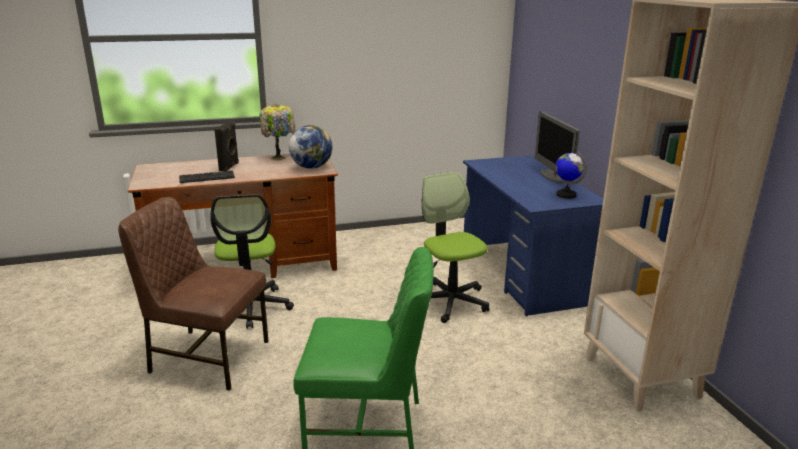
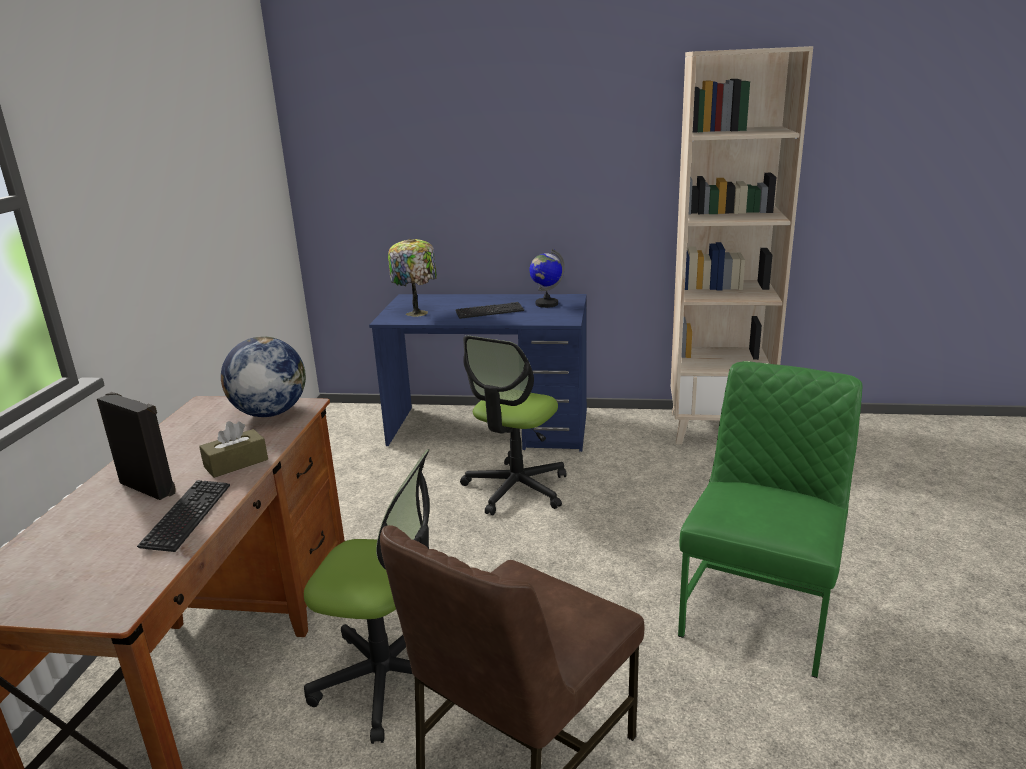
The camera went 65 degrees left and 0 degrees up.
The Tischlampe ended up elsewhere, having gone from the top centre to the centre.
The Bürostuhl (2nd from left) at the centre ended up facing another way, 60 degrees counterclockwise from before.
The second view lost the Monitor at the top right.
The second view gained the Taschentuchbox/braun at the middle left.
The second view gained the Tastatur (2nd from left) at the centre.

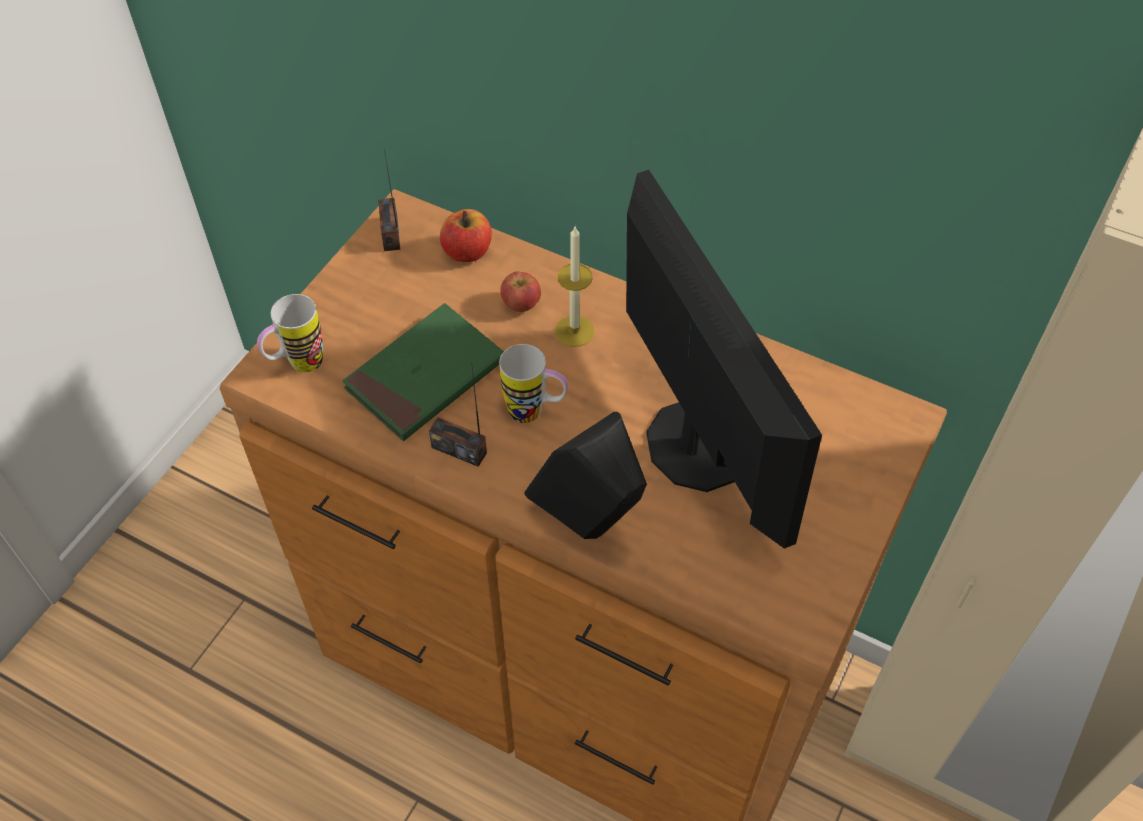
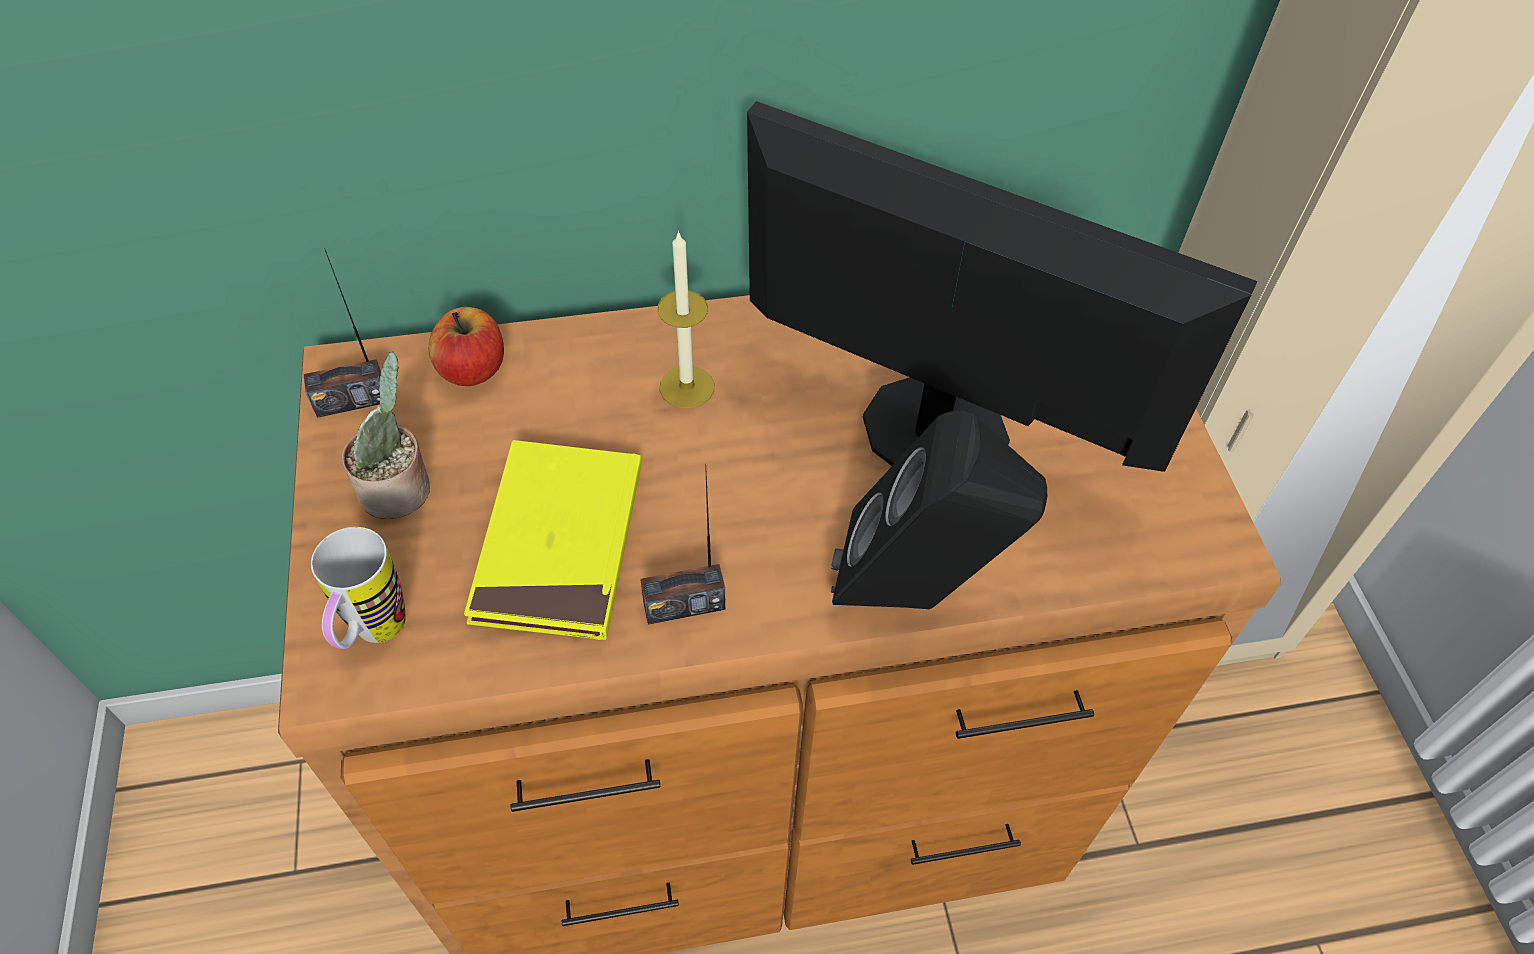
The camera went 40 degrees left and 0 degrees up.
What was the Buch/grün at the centre turned into the Buch/gelb at the centre.
The Radio (1st from left) at the top centre ended up facing another way, 60 degrees counterclockwise from before.
The second view lost the Henkelbecher (2nd from left) at the centre.
The second view lost the Apfel (2nd from left) at the centre.
The second view gained the Topfpflanze at the middle left.

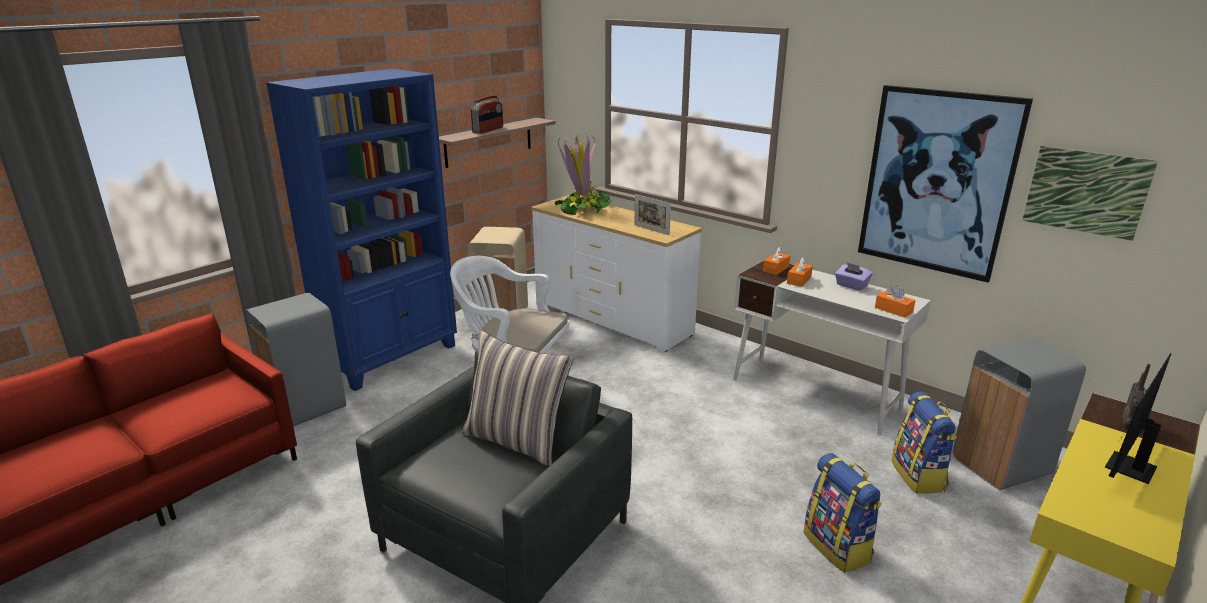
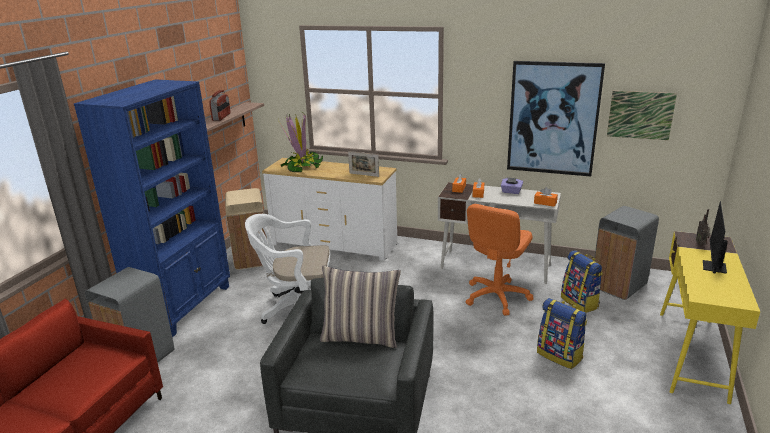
The camera went 20 degrees left and 0 degrees up.
The second view gained the Bürostuhl/orange at the centre.

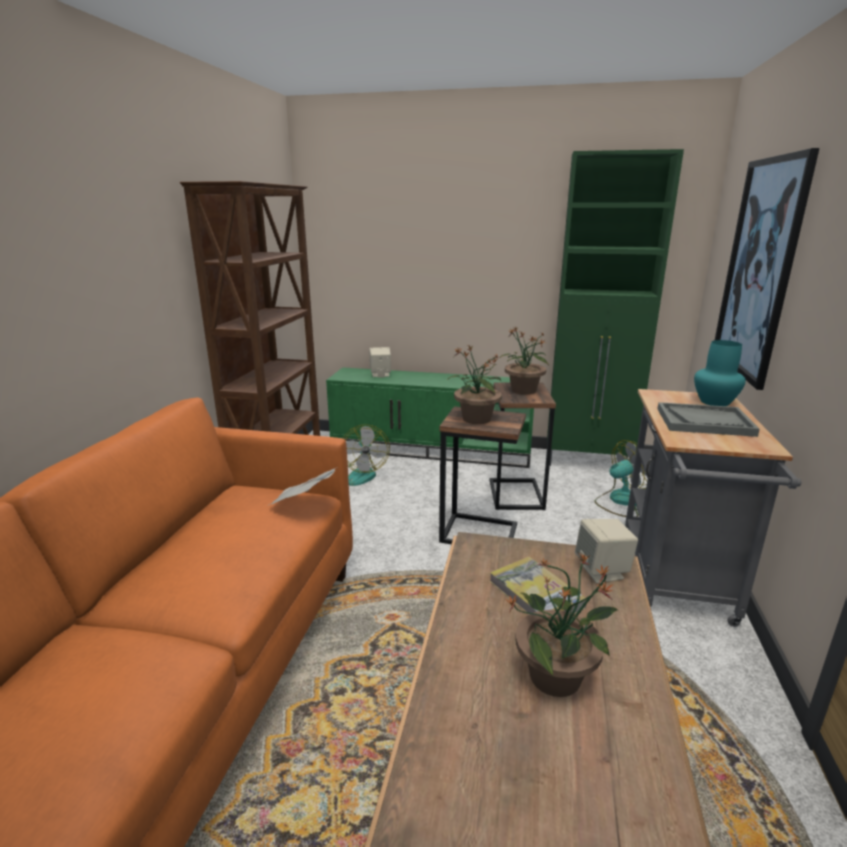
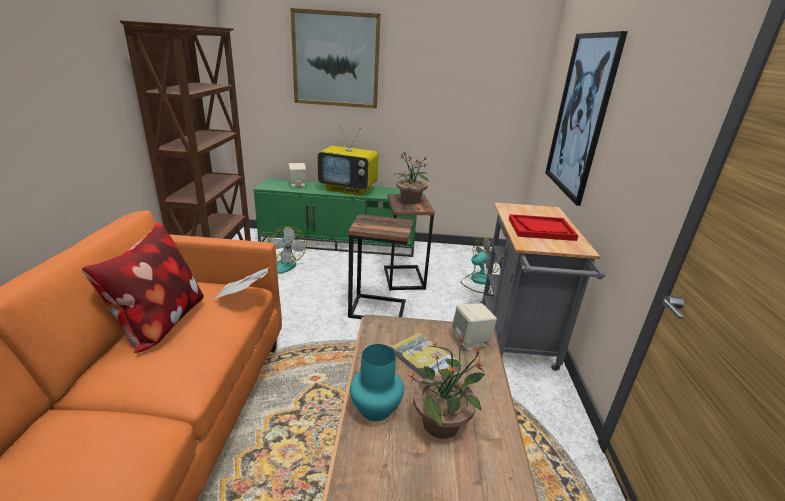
The camera went 10 degrees left and 5 degrees up.
The second view lost the Topfpflanze (1st from left) at the centre.
The second view lost the Schrank/grün at the middle right.
What was the Tablett/grau at the middle right turned into the Tablett/rot at the middle right.
The Vase/türkis ended up elsewhere, having gone from the middle right to the bottom centre.
The second view gained the Kissen at the middle left.
The second view gained the Bild (1st from left) at the top centre.
The second view gained the Fernseher at the top centre.

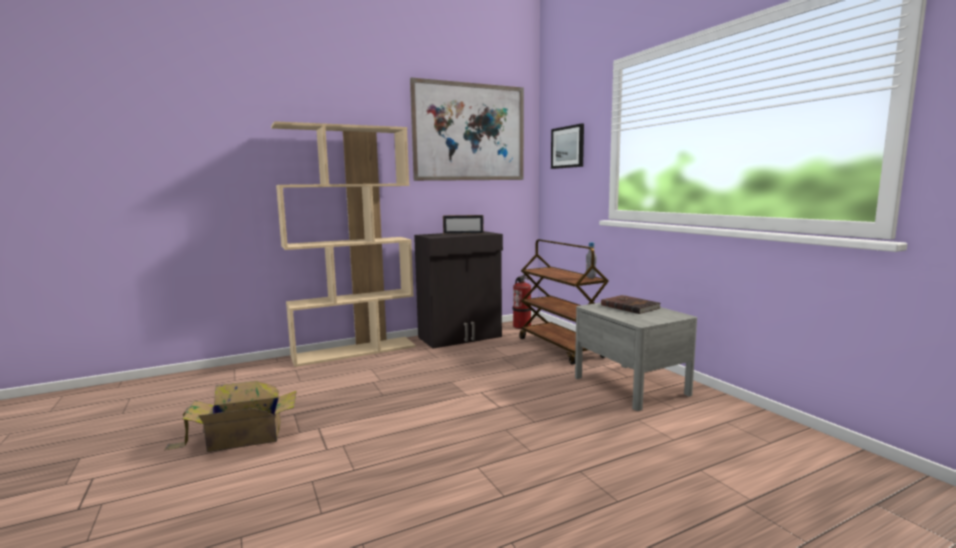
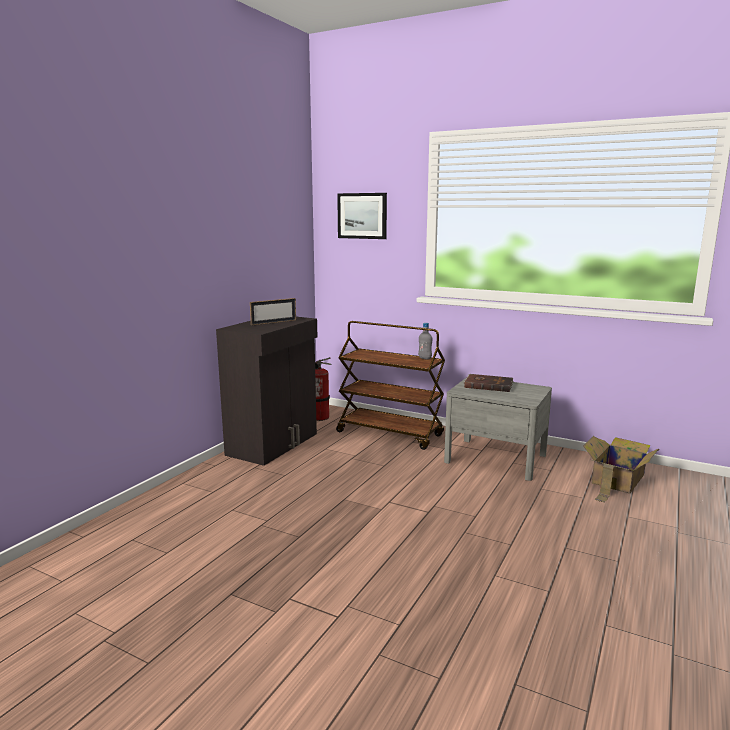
The camera went 35 degrees left and 5 degrees up.
The Karton ended up elsewhere, having gone from the bottom left to the middle right.
The second view lost the Bücherregal/beige at the centre.
The second view lost the Bild (1st from left) at the top centre.

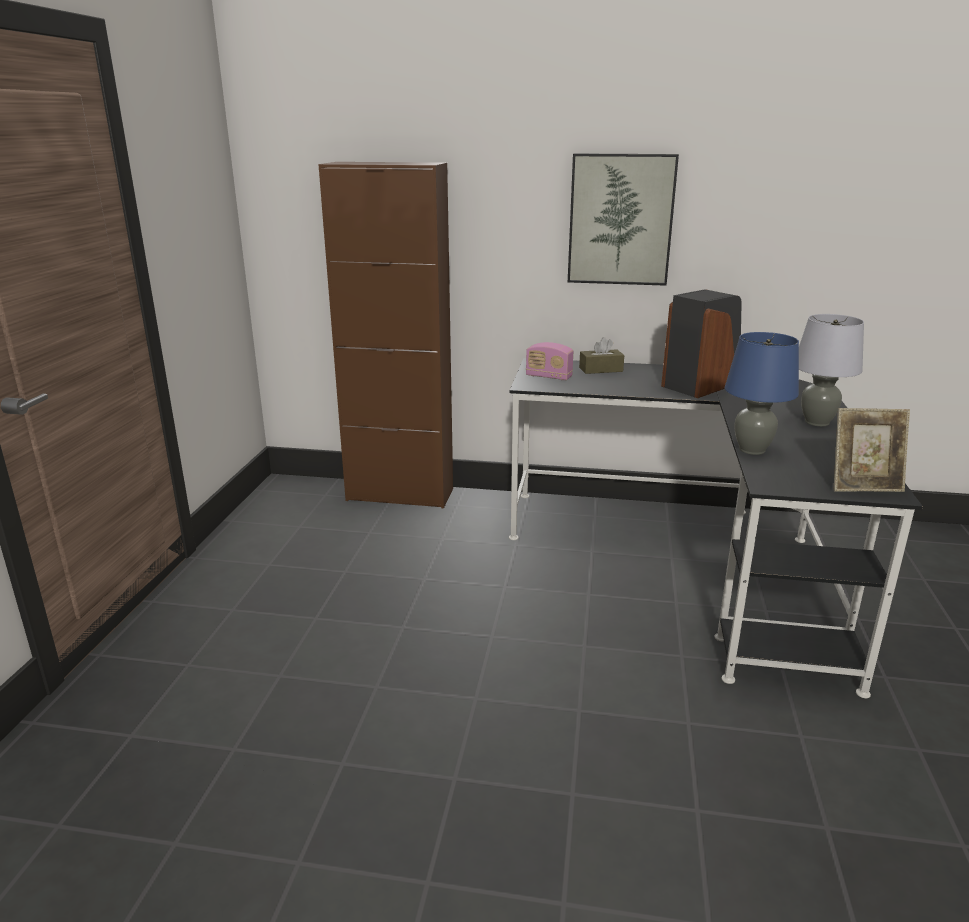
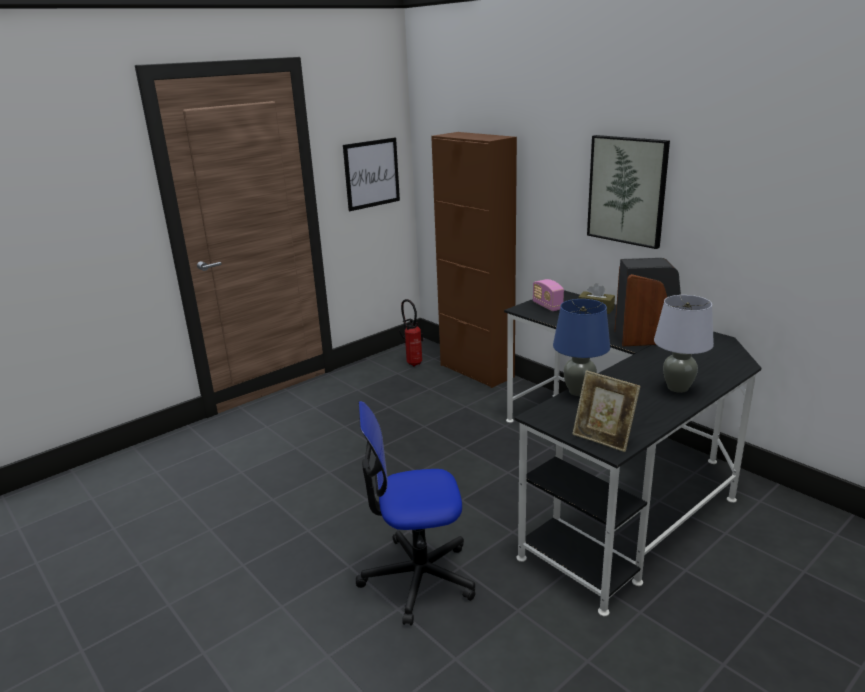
The camera went 40 degrees right and 0 degrees up.
The second view gained the Bild (1st from left) at the top centre.
The second view gained the Bürostuhl at the bottom centre.
The second view gained the Feuerlöscher at the centre.

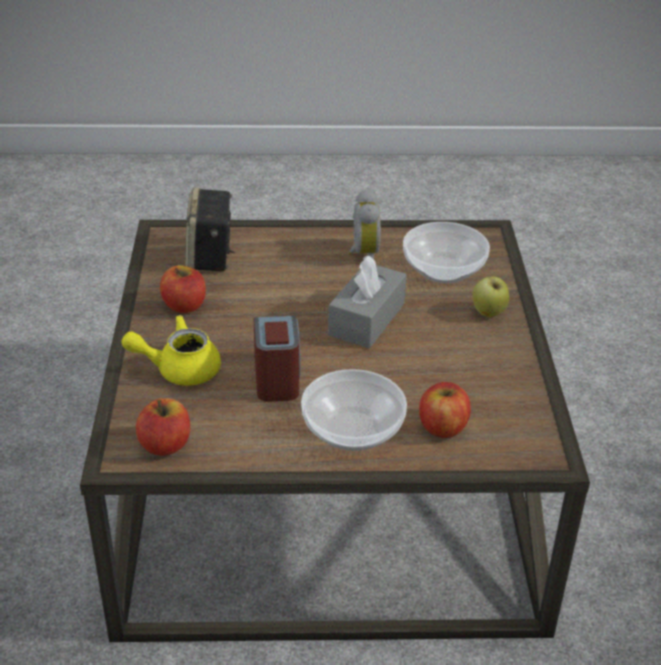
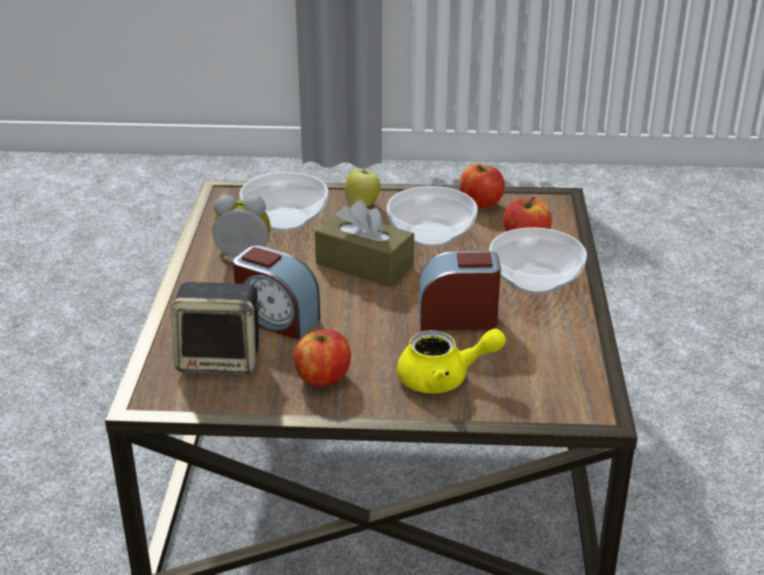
The camera went 85 degrees left and 5 degrees down.
The Teekanne/gelb at the middle left ended up facing another way, 90 degrees counterclockwise from before.
The Apfel (1st from left in the first image) ended up elsewhere, having gone from the middle left to the top centre.
What was the Taschentuchbox/grau at the centre turned into the Taschentuchbox/braun at the centre.
The second view gained the Wecker (2nd from left) at the centre.
The second view gained the Schüssel (2nd from left) at the centre.

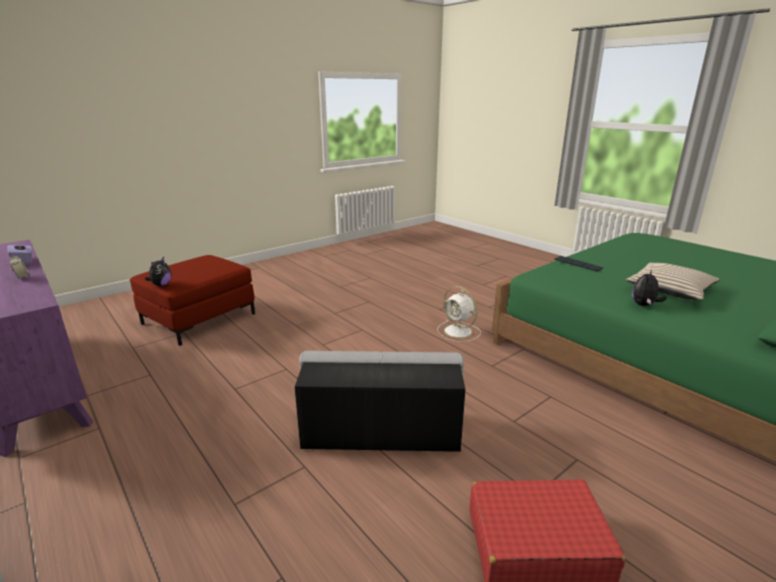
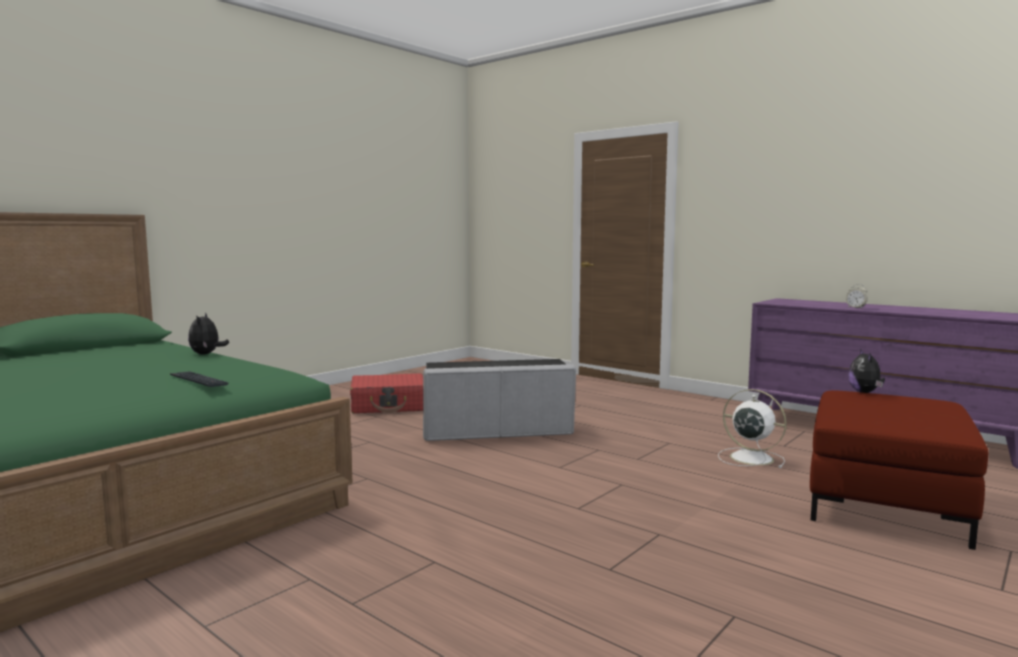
The camera went 170 degrees right and 15 degrees down.
The second view lost the Taschentuchbox/lila at the middle left.
The Ventilator/weiß ended up elsewhere, having gone from the centre to the middle right.
The second view lost the Kissen/beige at the middle right.
The Plüschtier (2nd from left in the first image) at the middle right ended up facing another way, 150 degrees clockwise from before.

